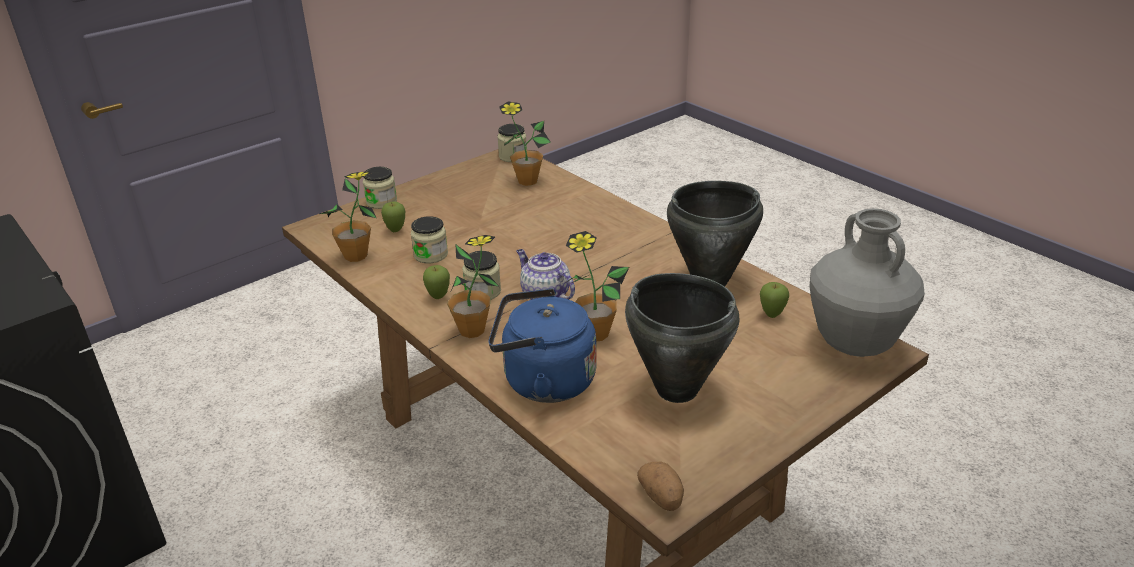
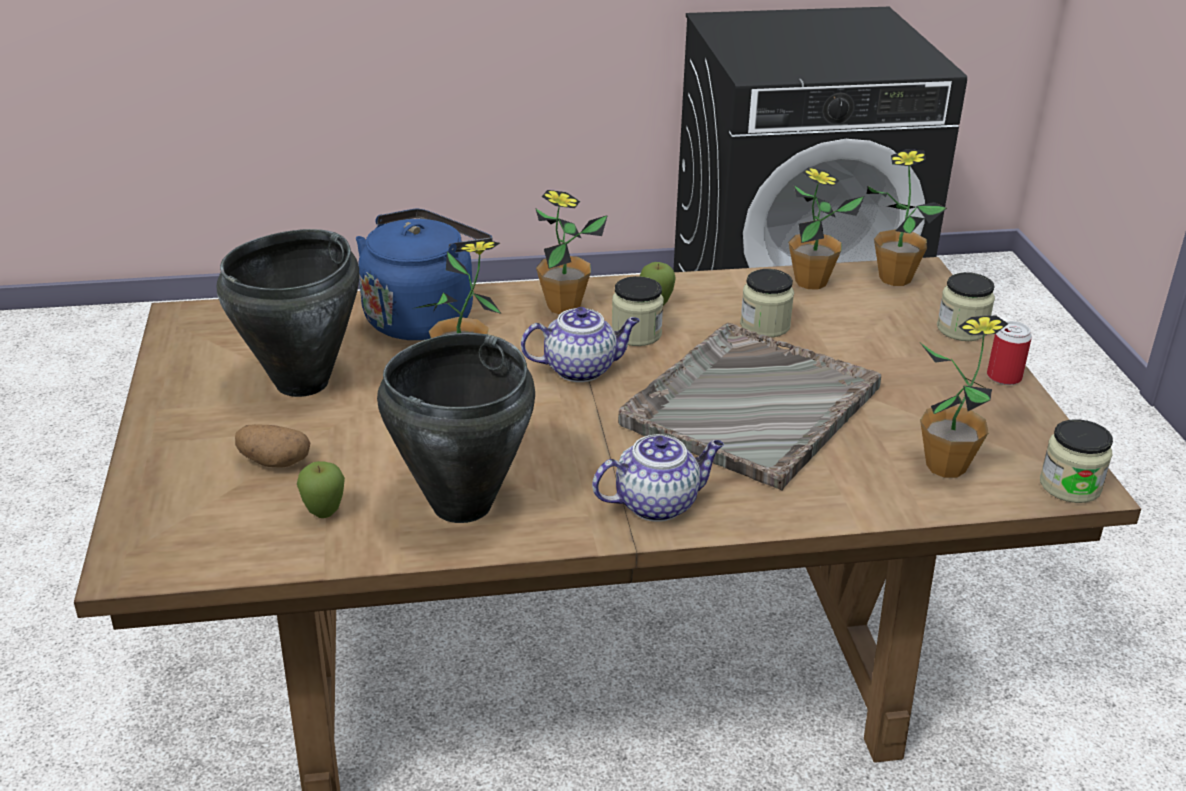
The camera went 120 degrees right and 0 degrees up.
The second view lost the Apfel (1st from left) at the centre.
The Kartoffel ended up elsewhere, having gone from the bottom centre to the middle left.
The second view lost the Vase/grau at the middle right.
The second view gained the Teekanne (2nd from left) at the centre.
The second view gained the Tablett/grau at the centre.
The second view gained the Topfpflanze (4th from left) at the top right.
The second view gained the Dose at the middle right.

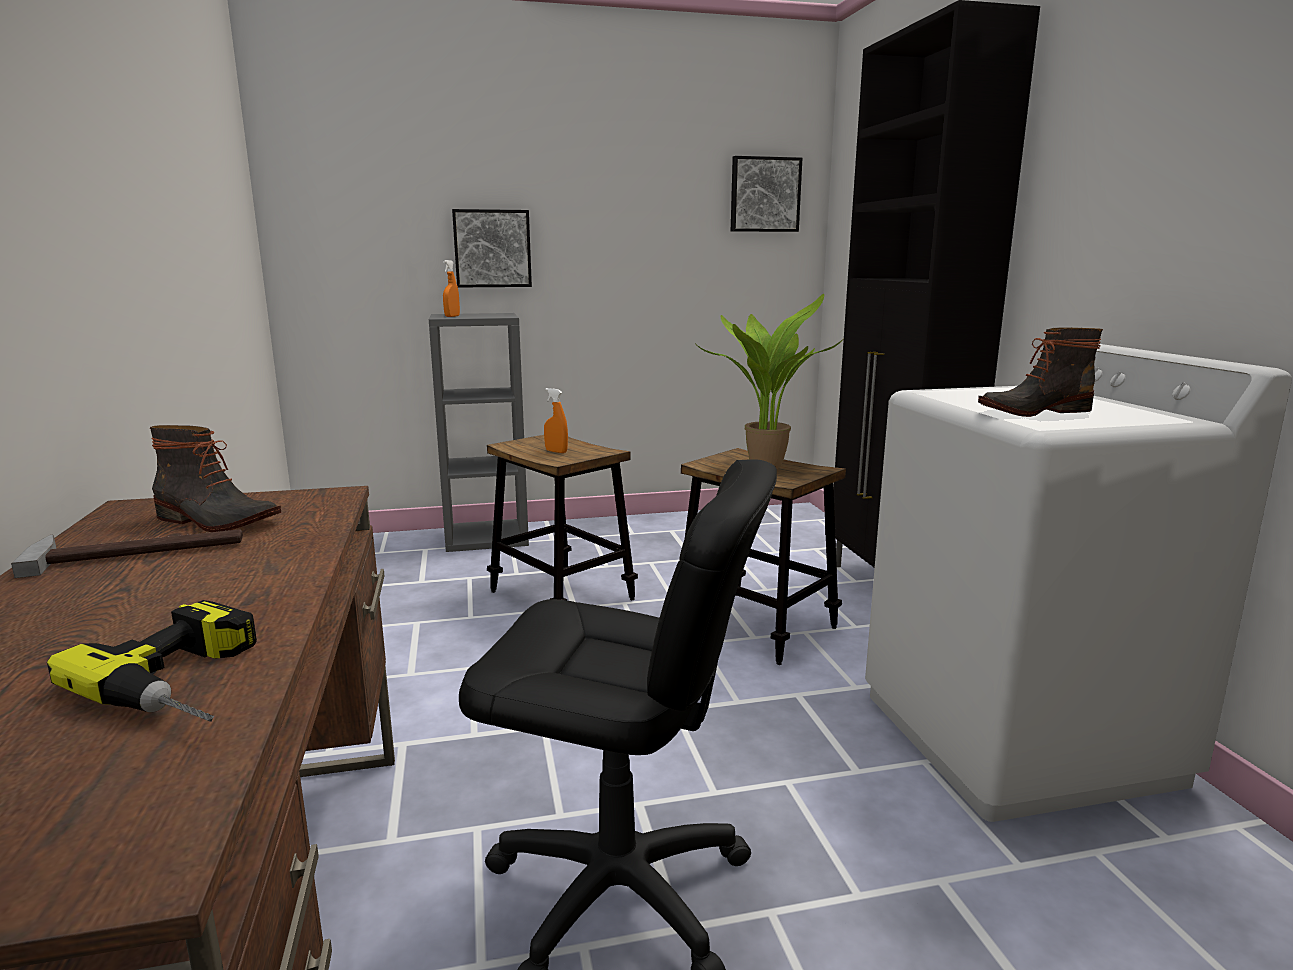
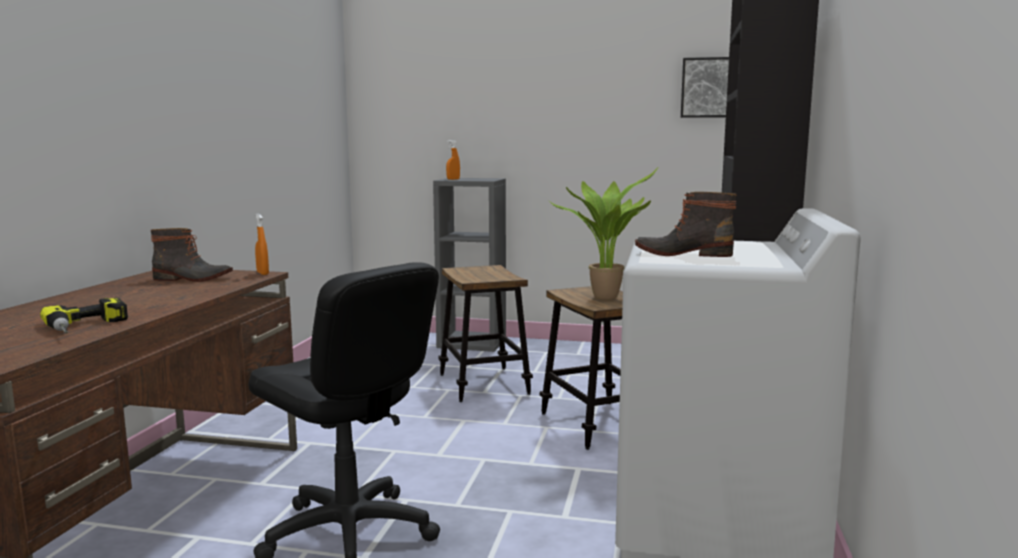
The camera went 25 degrees right and 5 degrees down.
The second view lost the Hammer at the middle left.
The Stiefel (1st from left) at the middle left ended up facing another way, 45 degrees counterclockwise from before.
The second view lost the Bild (1st from left) at the top centre.
The Sprühflasche/orange (2nd from left in the first image) ended up elsewhere, having gone from the centre to the middle left.

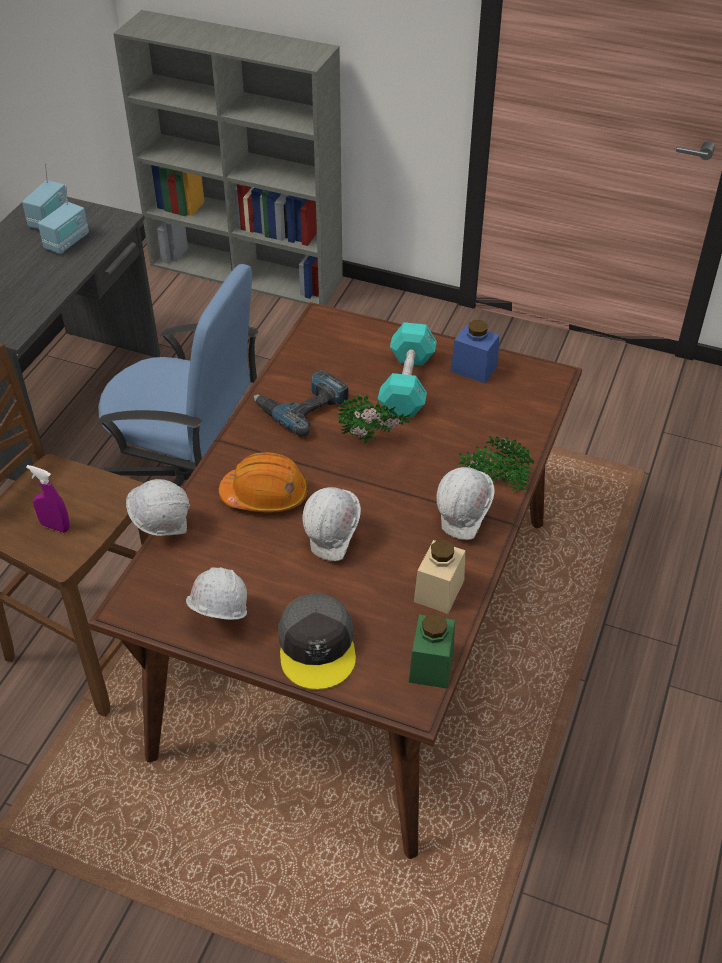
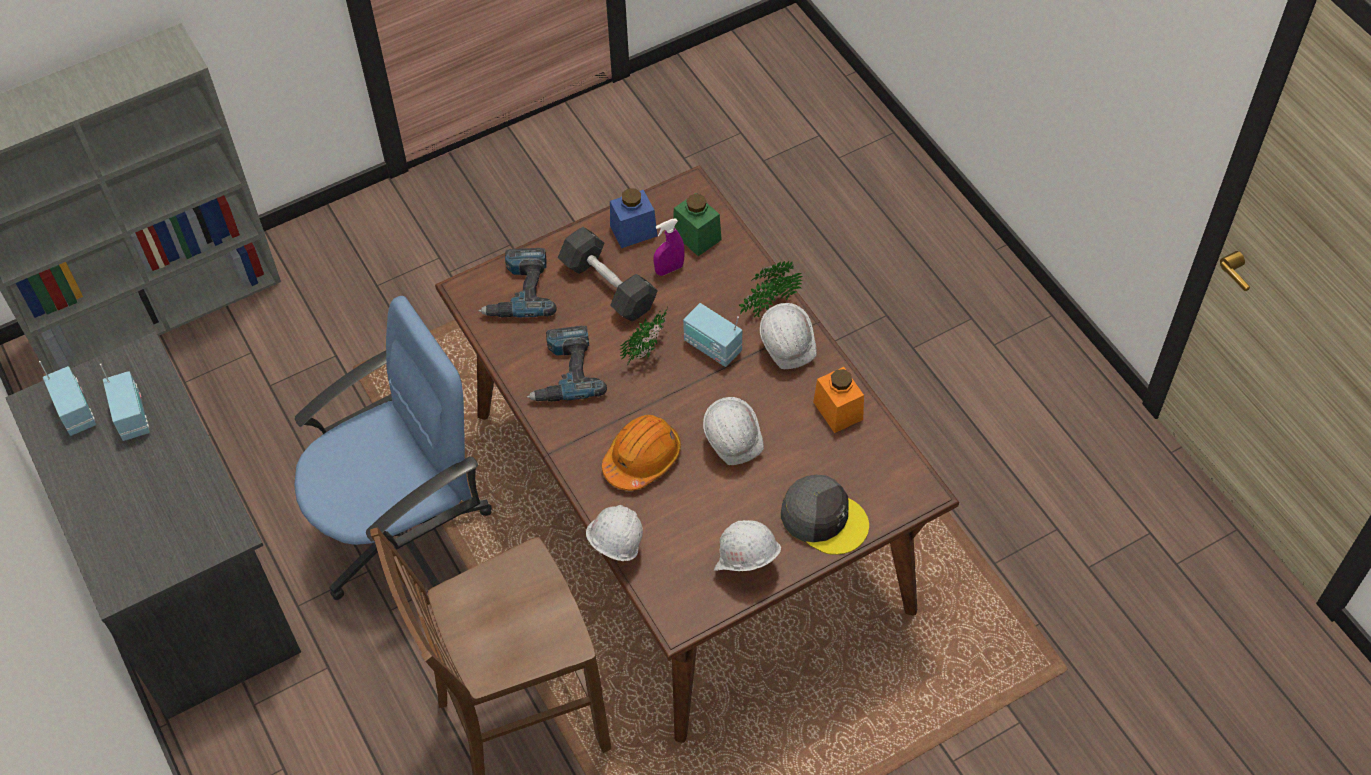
The camera went 50 degrees left and 10 degrees up.
The Sprühflasche/lila ended up elsewhere, having gone from the middle left to the top centre.
What was the Hantel/türkis at the centre turned into the Hantel/schwarz at the centre.
The Vorratsglas/grün ended up elsewhere, having gone from the bottom centre to the top centre.
What was the Vorratsglas/beige at the centre turned into the Vorratsglas/orange at the centre.
The second view gained the Bohrmaschine (1st from left) at the centre.
The second view gained the Radio (3rd from left) at the centre.

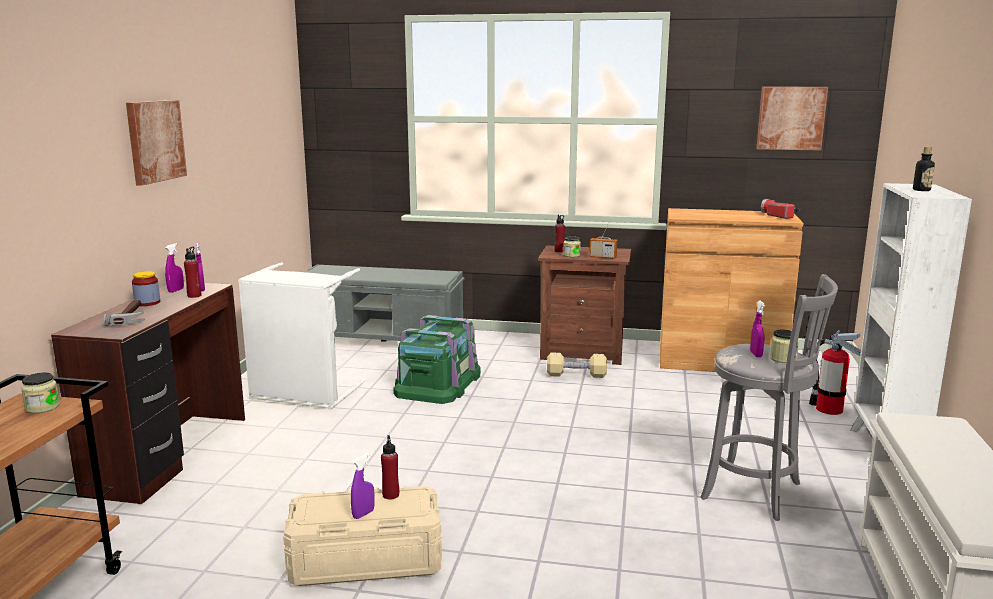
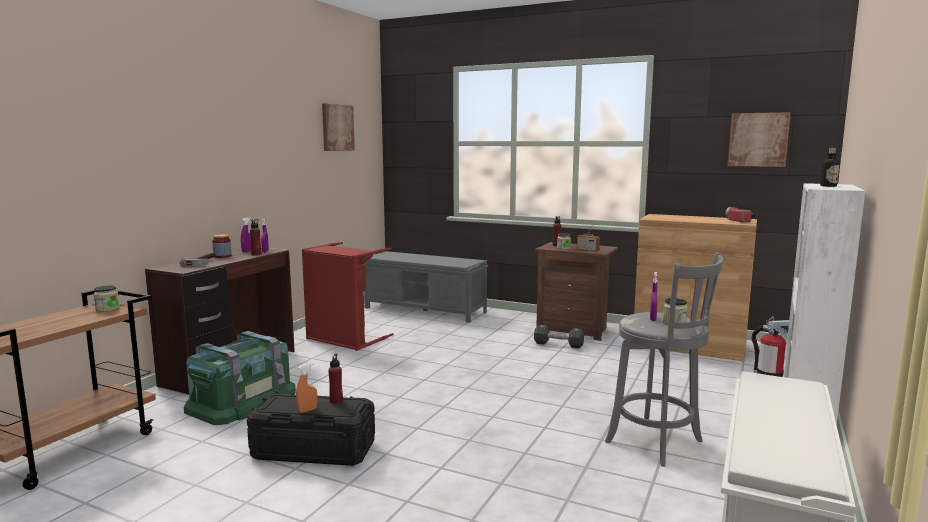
The camera went 15 degrees right and 5 degrees down.
The Bild (1st from left) ended up elsewhere, having gone from the top left to the top centre.
What was the Wäschekorb/weiß at the middle left turned into the Wäschekorb/rot at the centre.
What was the Aufbewahrungsbox/beige at the bottom centre turned into the Aufbewahrungsbox/schwarz at the bottom centre.
What was the Sprühflasche/lila (3rd from left) at the bottom centre turned into the Sprühflasche/orange at the bottom left.
The Aufbewahrungsbox/grün ended up elsewhere, having gone from the centre to the bottom left.
What was the Hantel/beige at the centre turned into the Hantel/schwarz at the centre.

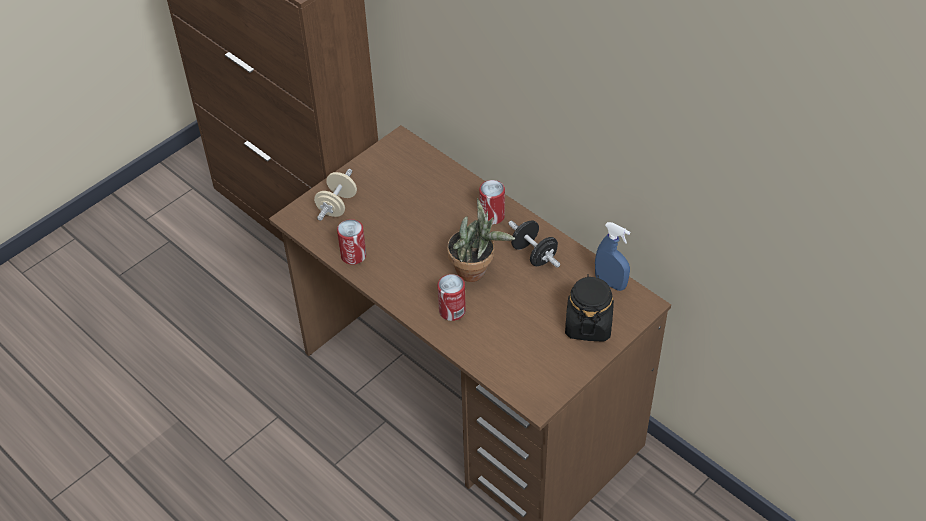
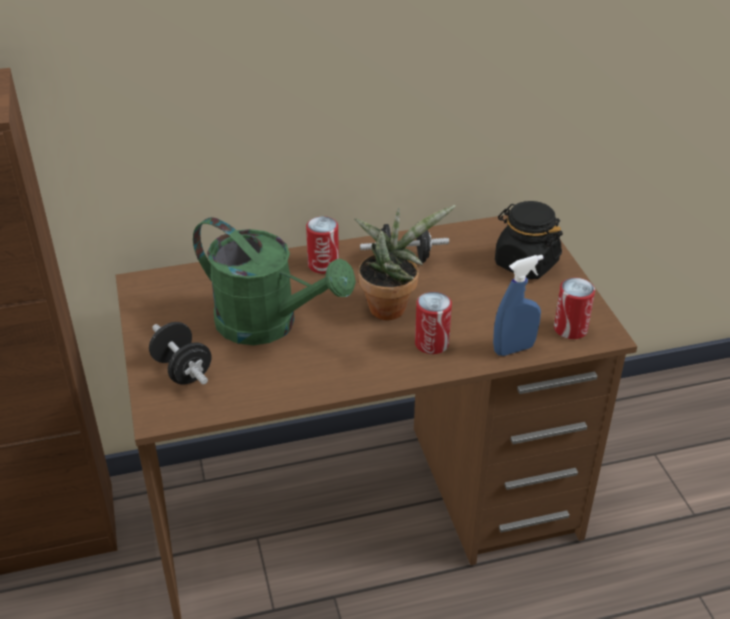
The camera went 60 degrees left and 10 degrees down.
What was the Hantel/beige at the centre turned into the Hantel/schwarz (1st from left) at the middle left.
The Dose (1st from left in the first image) ended up elsewhere, having gone from the centre to the middle right.
The Sprühflasche/blau ended up elsewhere, having gone from the centre to the middle right.
The second view gained the Gießkanne/grün at the centre.

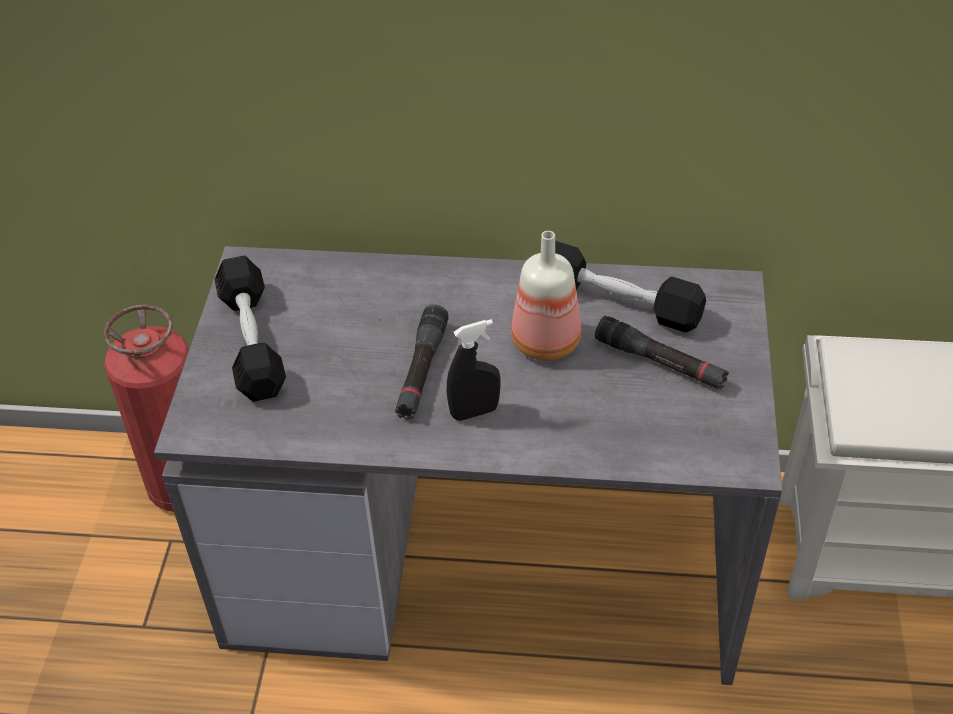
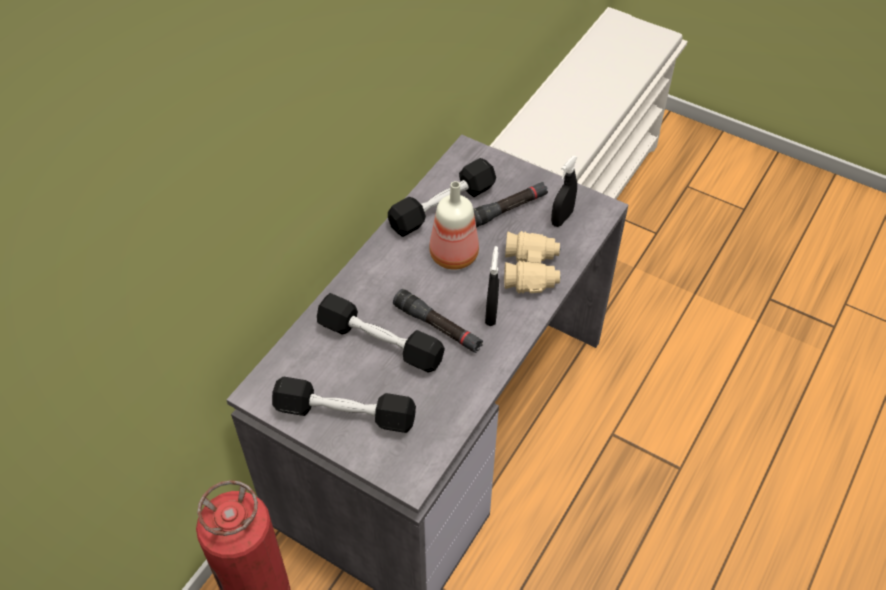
The camera went 65 degrees left and 5 degrees up.
The second view gained the Hantel/schwarz (2nd from left) at the centre.
The second view gained the Fernglas/beige at the centre.
The second view gained the Sprühflasche/schwarz (2nd from left) at the top centre.

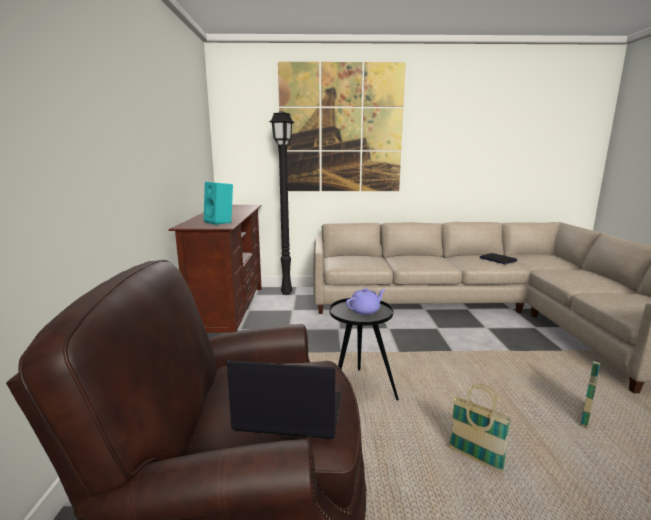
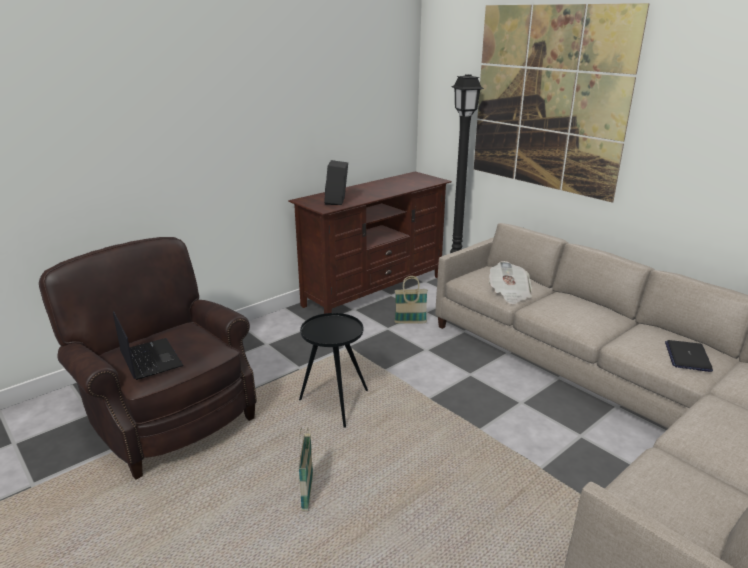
The camera went 50 degrees right and 10 degrees up.
What was the Lautsprecher/türkis at the centre turned into the Lautsprecher/schwarz at the top centre.
The second view lost the Teekanne/lila at the centre.
The Korb (2nd from left) ended up elsewhere, having gone from the bottom right to the centre.
The second view gained the Zeitung at the middle right.

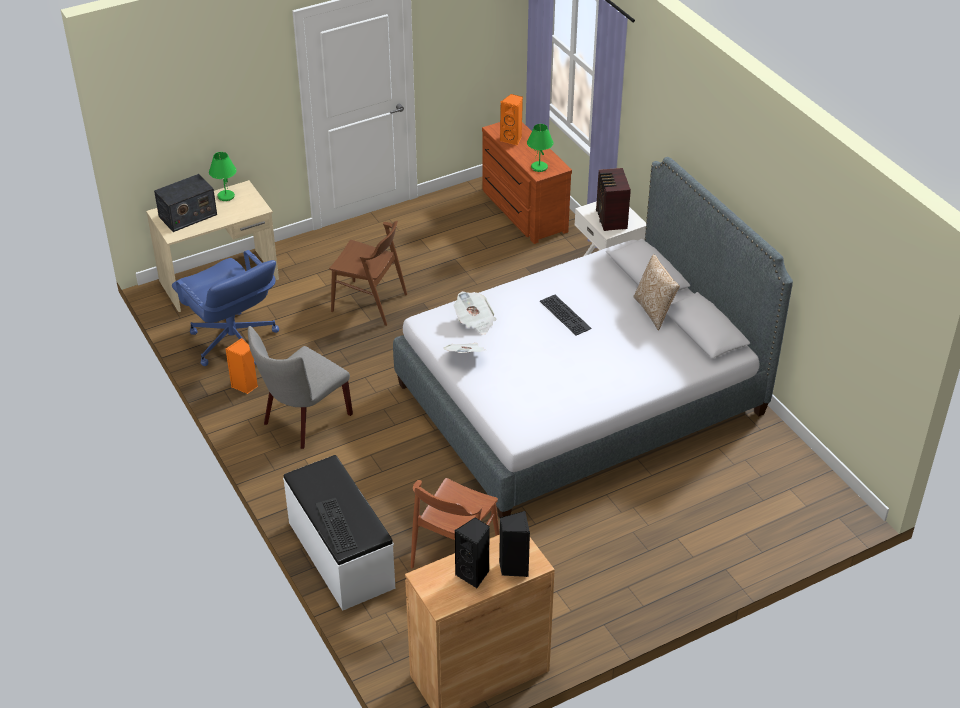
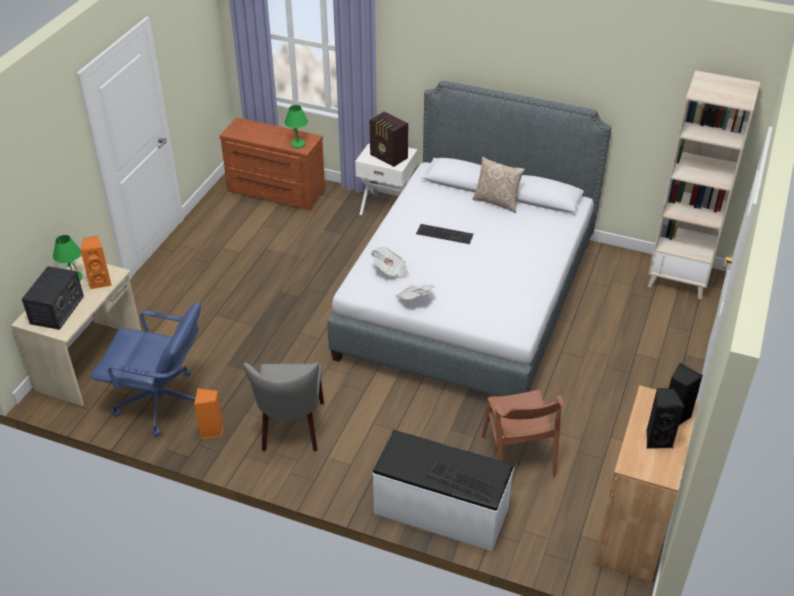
The camera went 40 degrees left and 0 degrees up.
The second view lost the Stuhl/braun (1st from left) at the centre.
The Lautsprecher/orange (2nd from left in the first image) ended up elsewhere, having gone from the top centre to the middle left.
The second view gained the Bücherregal/beige at the top right.

